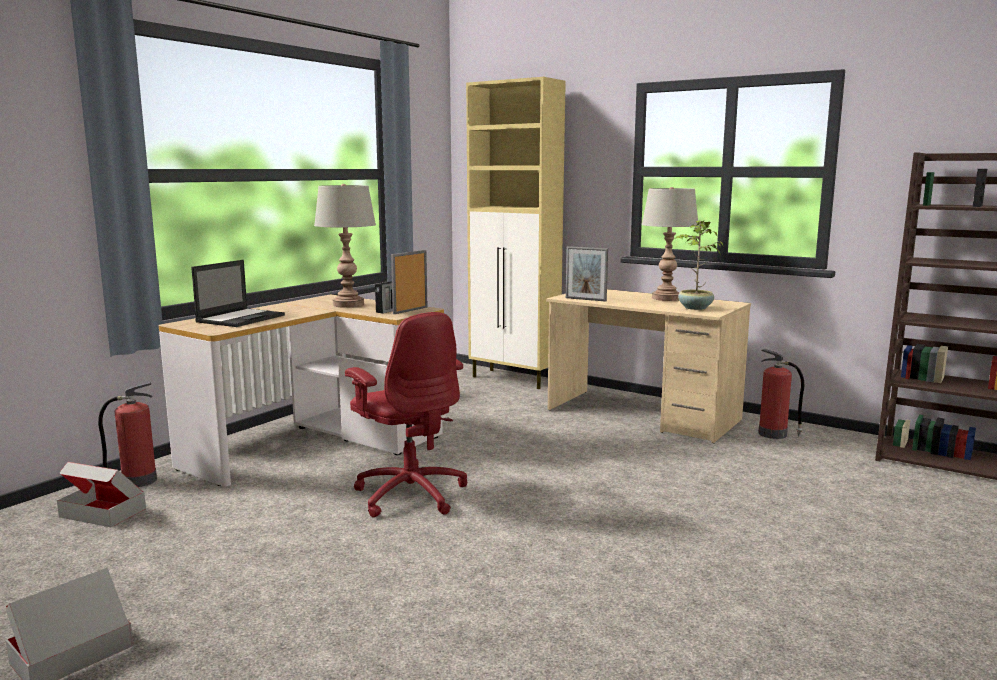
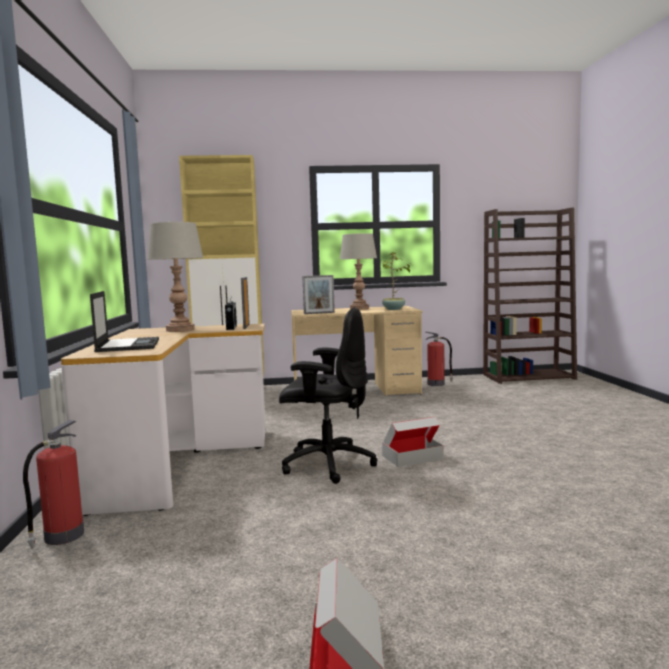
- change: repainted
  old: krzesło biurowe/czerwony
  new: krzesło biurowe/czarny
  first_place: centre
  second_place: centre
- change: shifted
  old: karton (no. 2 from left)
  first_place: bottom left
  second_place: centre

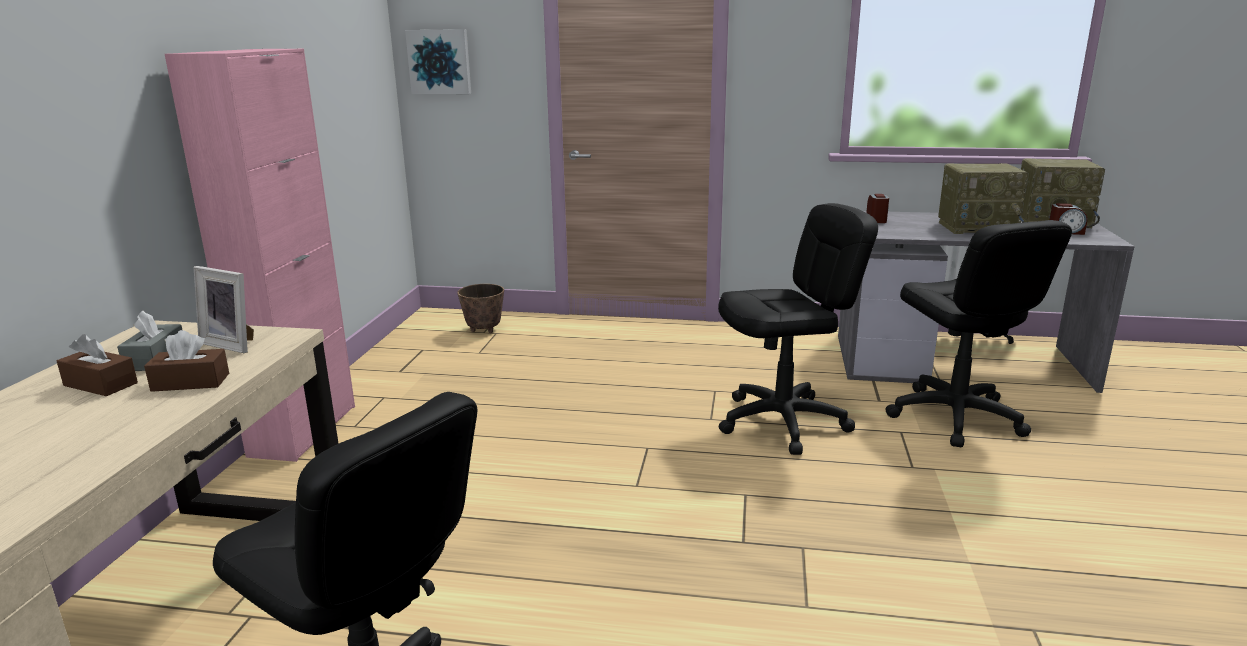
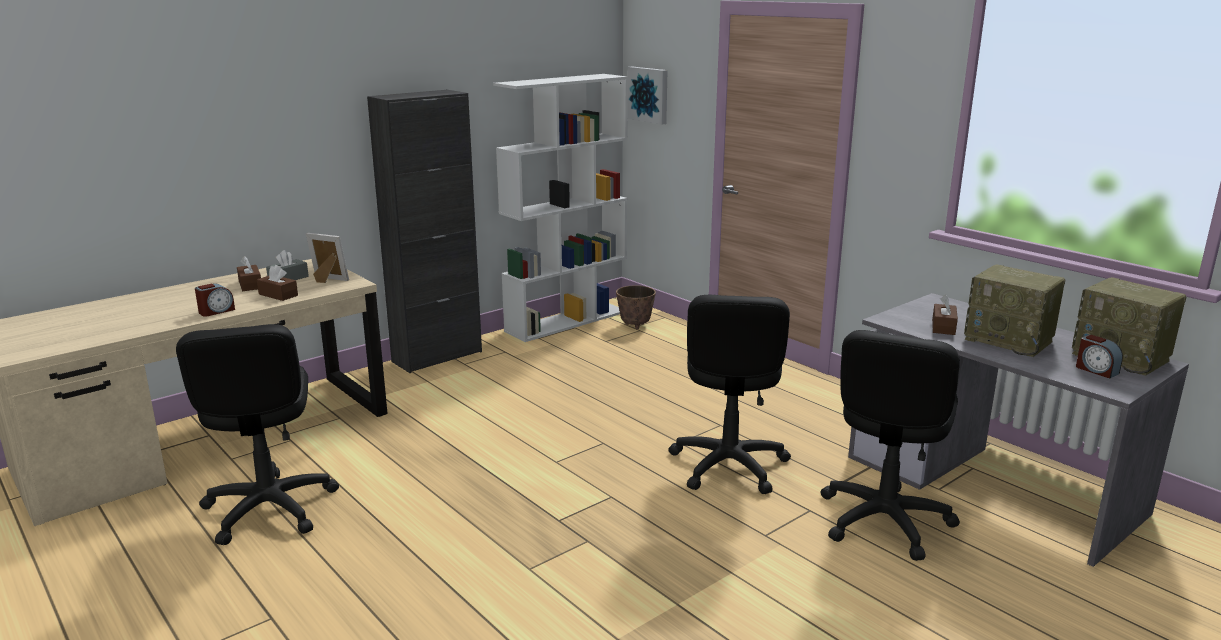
- change: repainted
  old: szafka/różowy
  new: szafka/czarny
  first_place: middle left
  second_place: centre
- change: shifted
  old: budzik (no. 1 from left)
  first_place: top right
  second_place: middle left
- change: rotated
  old: krzesło biurowe/czarny (no. 2 from left)
  first_place: centre
  second_place: centre
  degrees: 75
- change: rotated
  old: ramka na zdjęcie
  first_place: middle left
  second_place: middle left
  degrees: 135
- change: new
  new: regał/biały
  second_place: top centre
- change: new
  new: pudełko chusteczek/brązowy (no. 3 from left)
  second_place: middle right

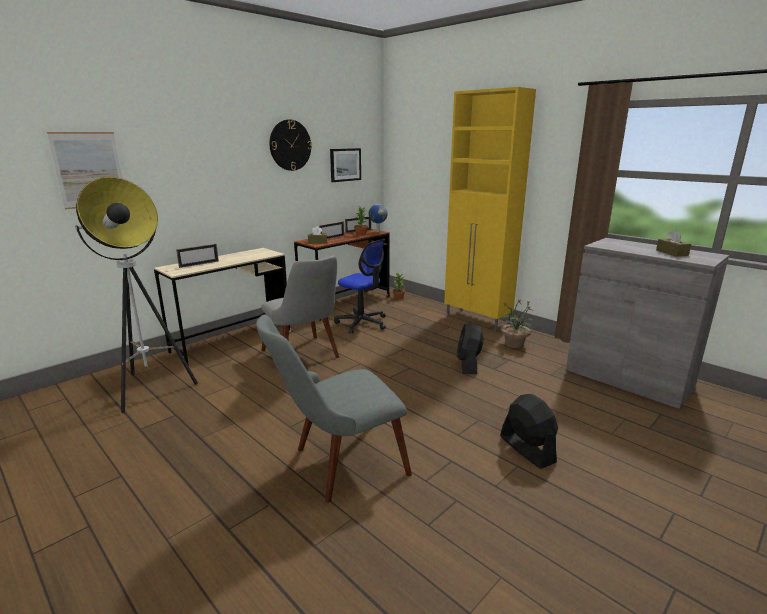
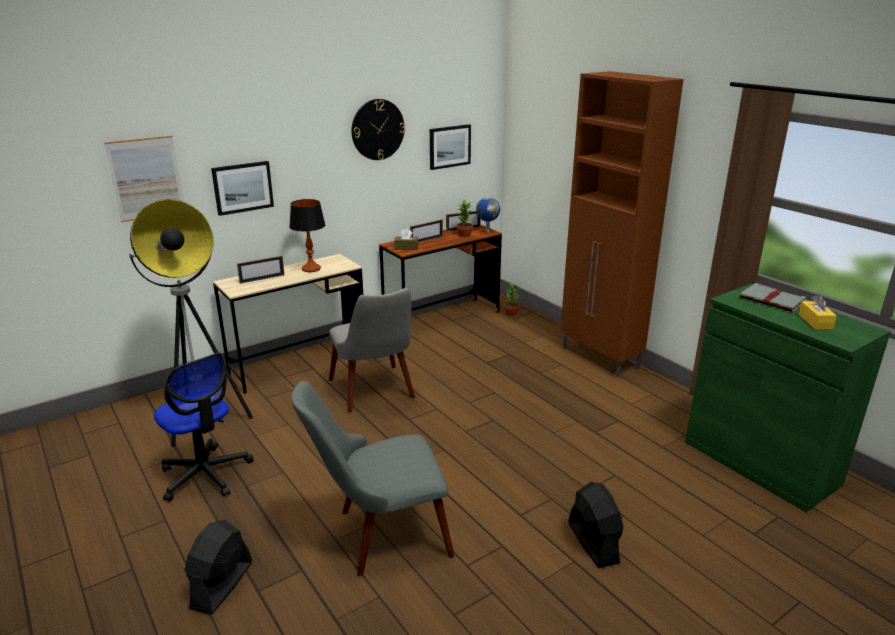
- change: repainted
  old: szafka/żółty
  new: szafka/brązowy
  first_place: centre
  second_place: middle right
- change: repainted
  old: pudełko chusteczek/brązowy (no. 2 from left)
  new: pudełko chusteczek/żółty
  first_place: middle right
  second_place: middle right
- change: repainted
  old: szafka/szary
  new: szafka/zielony
  first_place: middle right
  second_place: middle right
- change: shifted
  old: krzesło biurowe
  first_place: centre
  second_place: bottom left
- change: gone
  old: roślina doniczkowa (no. 3 from left)
  first_place: middle right
- change: shifted
  old: wentylator/czarny (no. 1 from left)
  first_place: centre
  second_place: bottom left
- change: new
  new: obraz (no. 2 from left)
  second_place: top left
- change: new
  new: lampa stołowa
  second_place: centre
- change: new
  new: książka/szary
  second_place: middle right

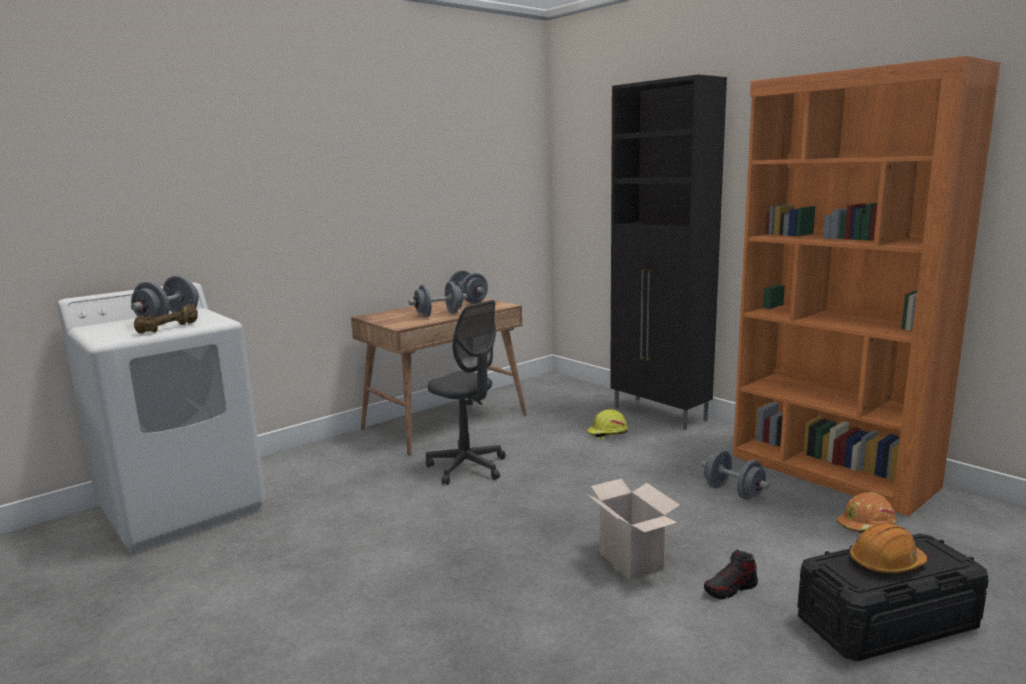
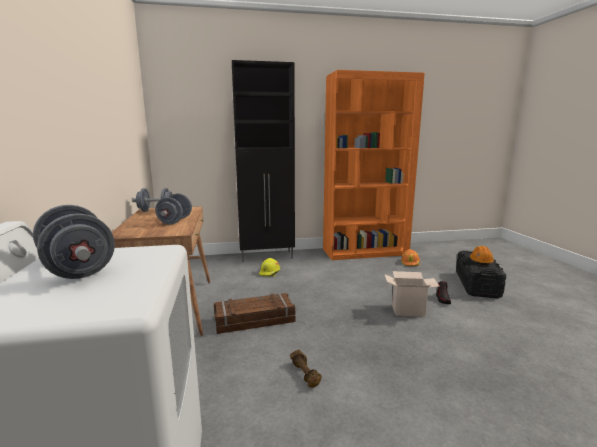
- change: swapped
  old: krzesło biurowe/szary
  new: skrzynka
  first_place: centre
  second_place: bottom centre
- change: shifted
  old: hantel/brązowy
  first_place: middle left
  second_place: bottom centre
- change: gone
  old: hantel/szary (no. 4 from left)
  first_place: bottom right

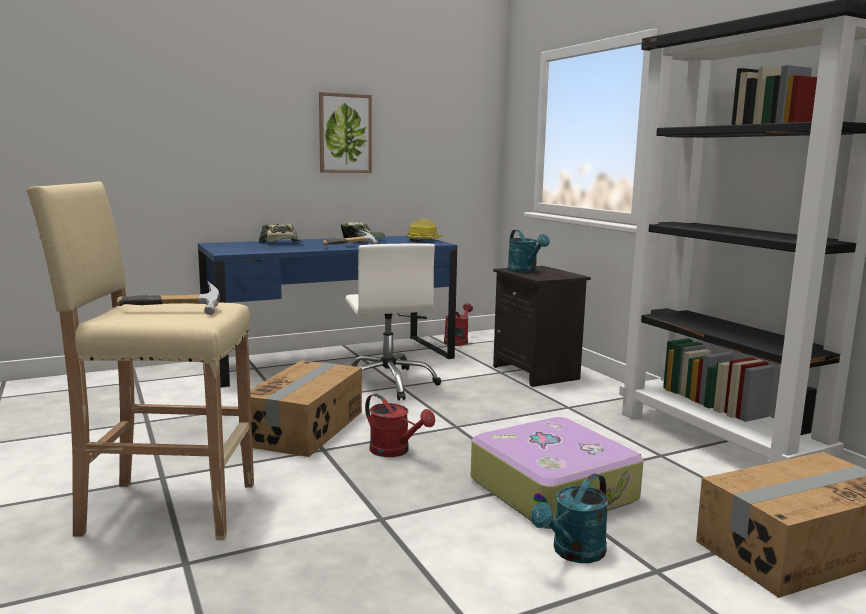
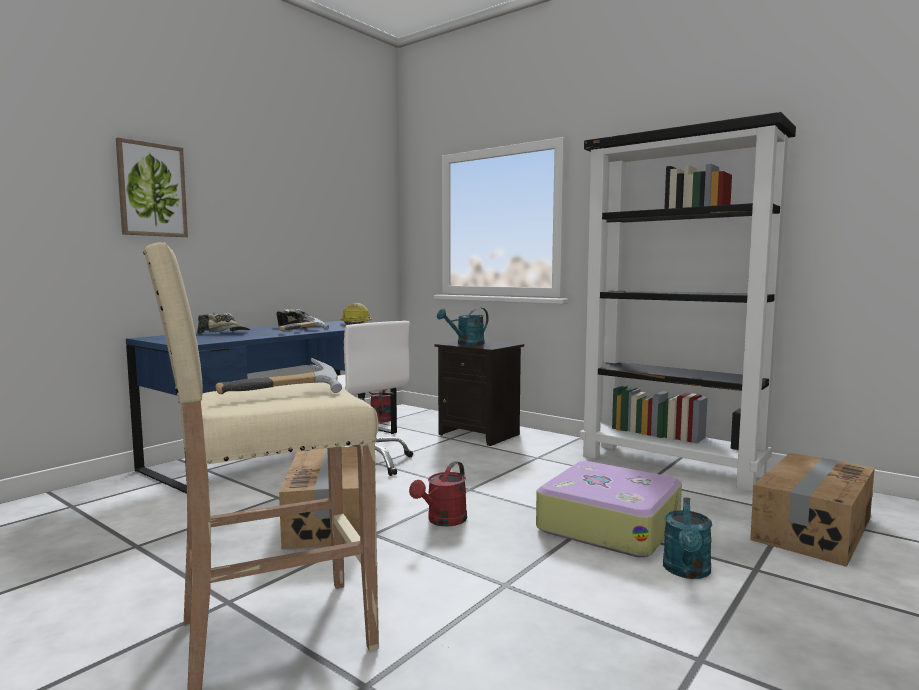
- change: shifted
  old: obraz
  first_place: top centre
  second_place: top left
- change: rotated
  old: konewka/turkusowy (no. 1 from left)
  first_place: centre
  second_place: centre
  degrees: 105
- change: rotated
  old: konewka/czerwony (no. 1 from left in the first image)
  first_place: bottom centre
  second_place: bottom centre
  degrees: 105

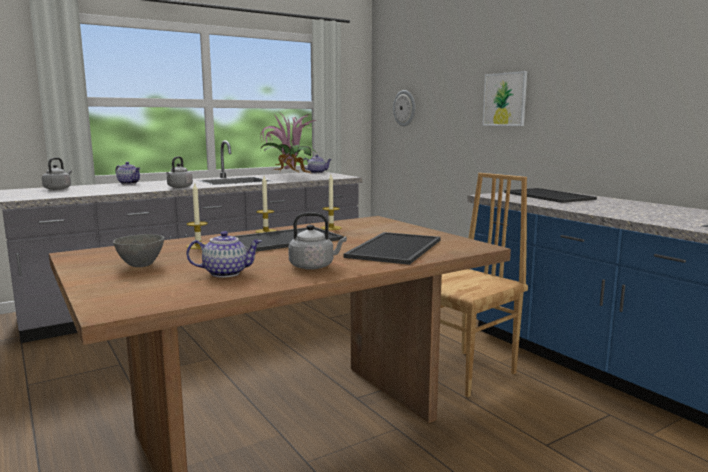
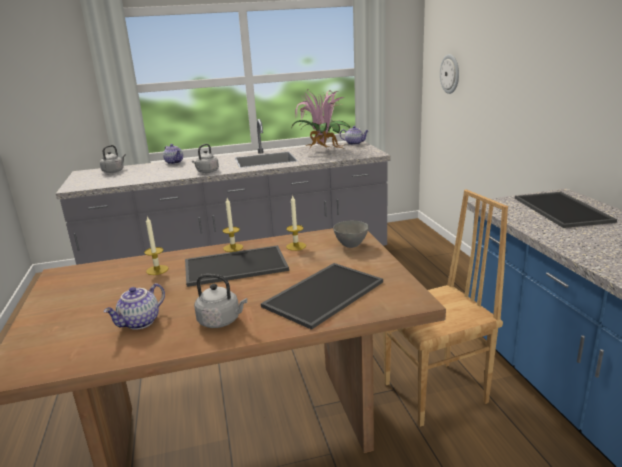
- change: gone
  old: obraz
  first_place: top right
- change: rotated
  old: imbryk (no. 2 from left in the first image)
  first_place: middle left
  second_place: middle left
  degrees: 120
- change: shifted
  old: miska/szary
  first_place: middle left
  second_place: centre

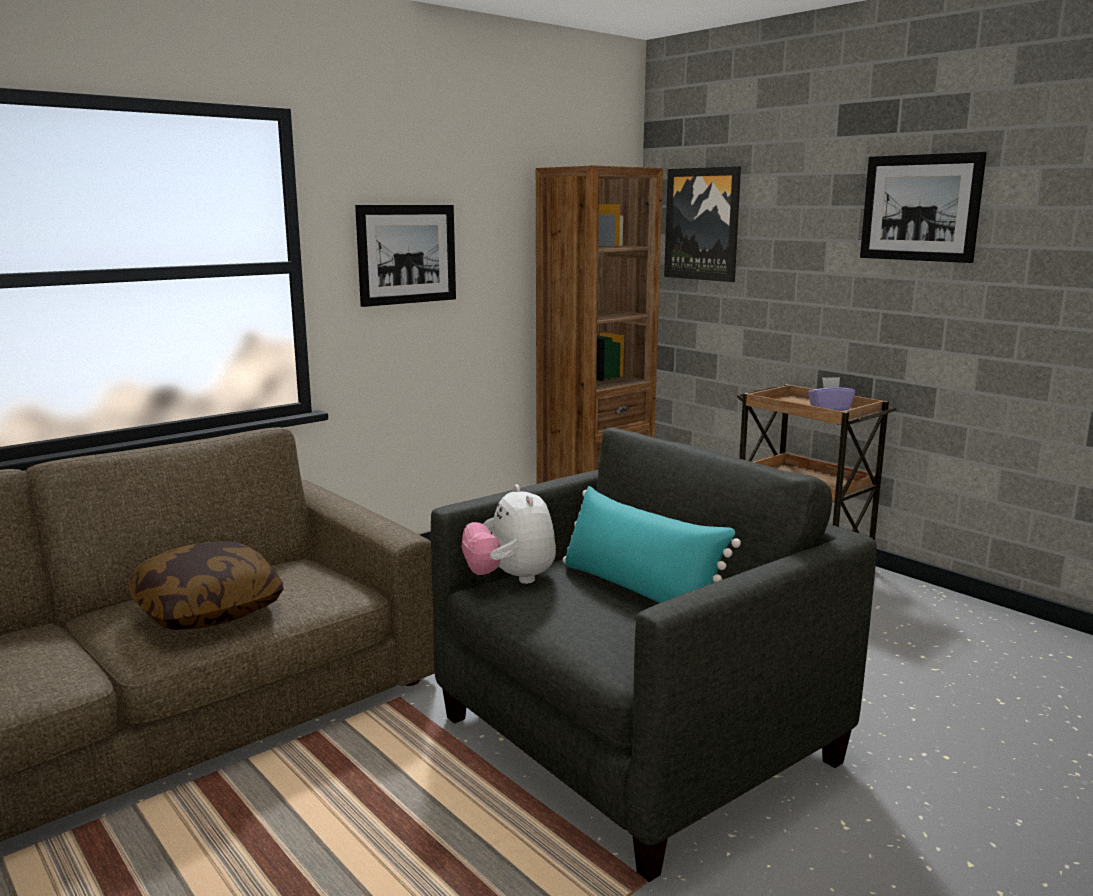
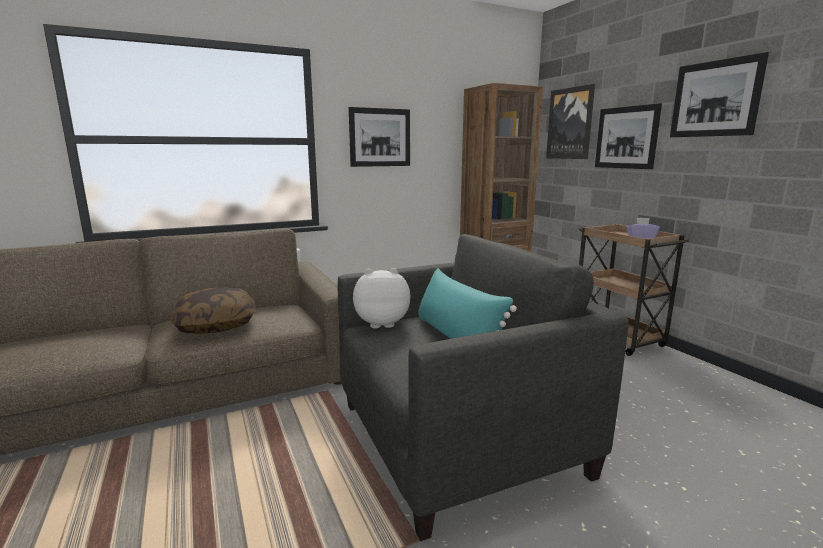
- change: rotated
  old: pluszak
  first_place: centre
  second_place: centre
  degrees: 90
- change: new
  new: obraz (no. 3 from left)
  second_place: top right

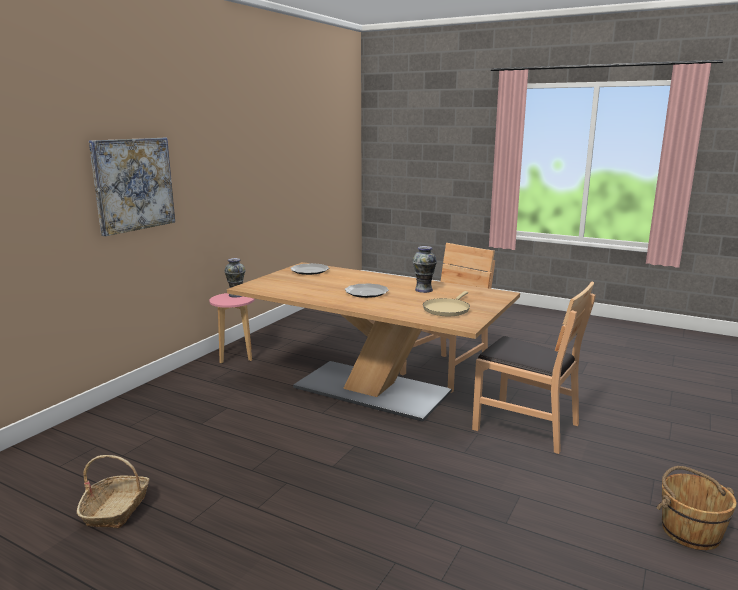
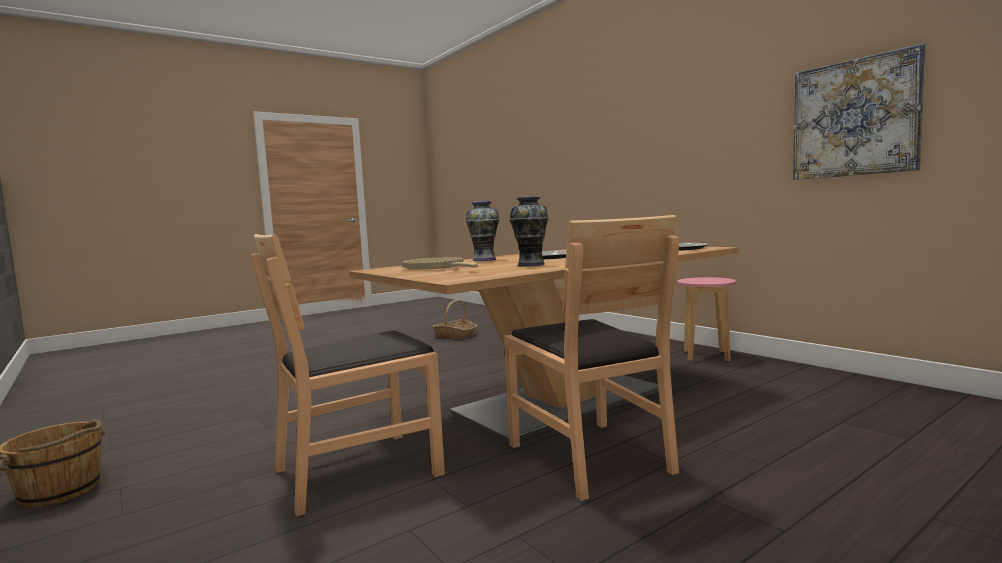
- change: shifted
  old: obraz
  first_place: top left
  second_place: top right
- change: shifted
  old: wazon (no. 1 from left)
  first_place: middle left
  second_place: centre

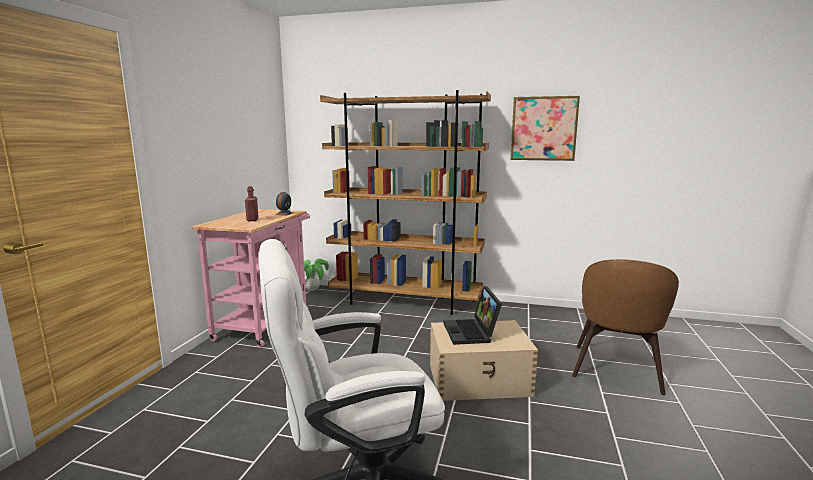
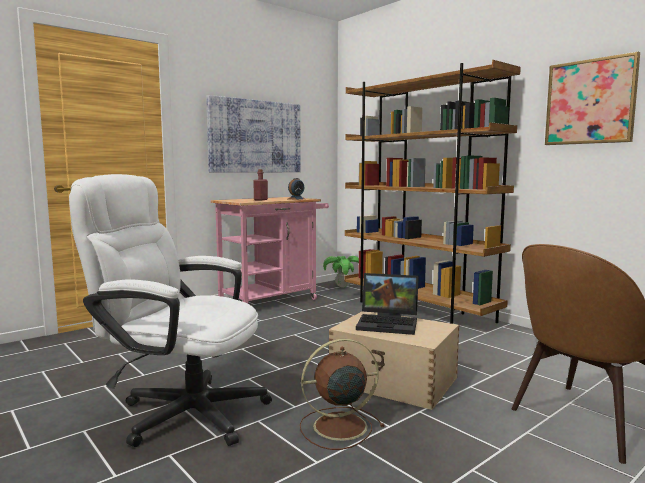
- change: rotated
  old: laptop
  first_place: centre
  second_place: centre
  degrees: -105
- change: new
  new: obraz (no. 1 from left)
  second_place: top centre
- change: new
  new: wentylator/brązowy
  second_place: bottom centre

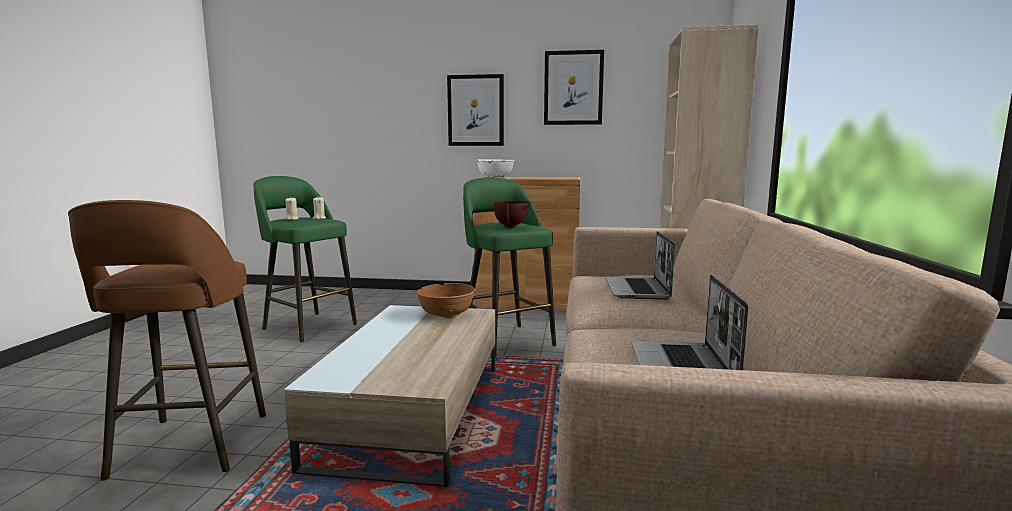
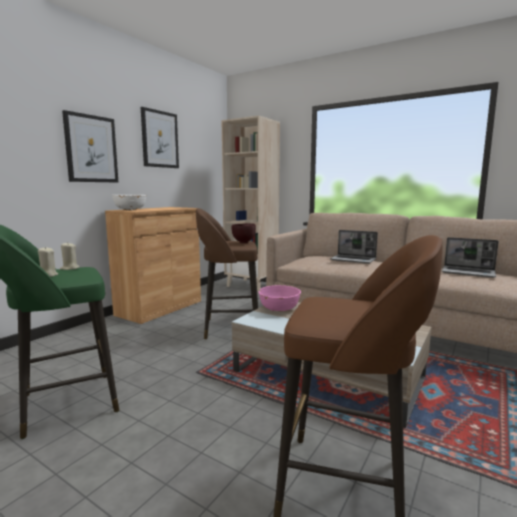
- change: repainted
  old: stołek/zielony (no. 2 from left)
  new: stołek/brązowy (no. 1 from left)
  first_place: centre
  second_place: centre
- change: repainted
  old: miska/brązowy (no. 1 from left)
  new: miska/różowy
  first_place: centre
  second_place: centre

